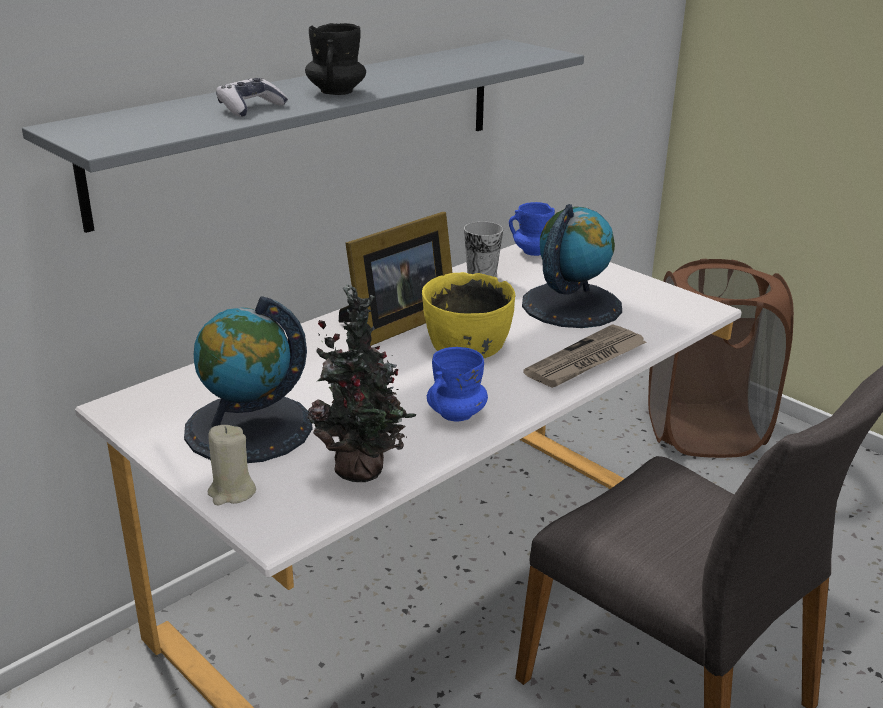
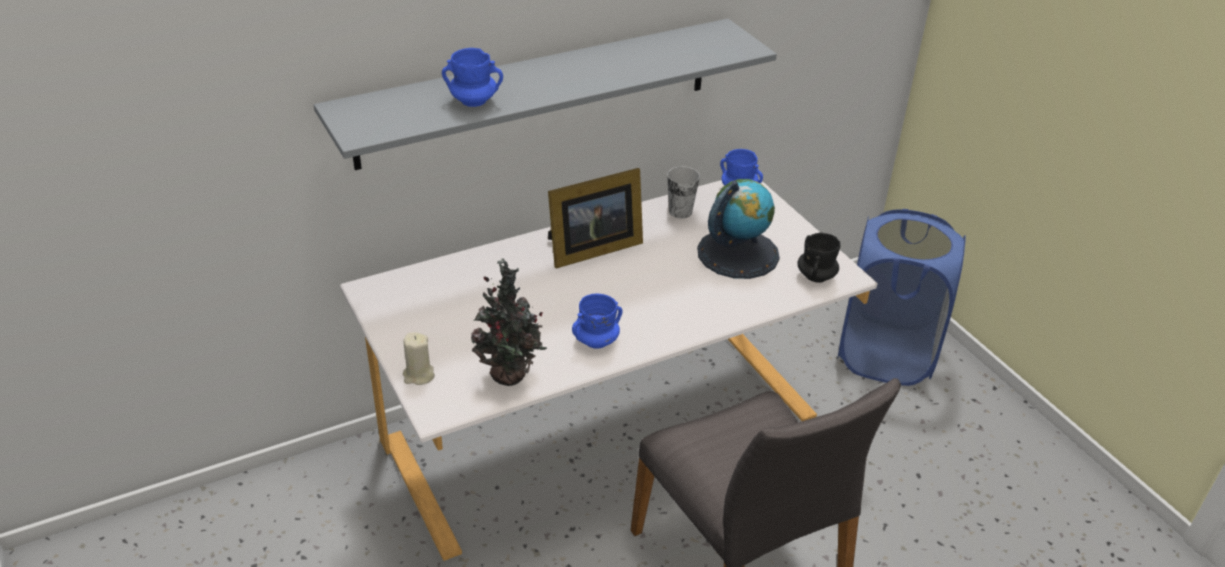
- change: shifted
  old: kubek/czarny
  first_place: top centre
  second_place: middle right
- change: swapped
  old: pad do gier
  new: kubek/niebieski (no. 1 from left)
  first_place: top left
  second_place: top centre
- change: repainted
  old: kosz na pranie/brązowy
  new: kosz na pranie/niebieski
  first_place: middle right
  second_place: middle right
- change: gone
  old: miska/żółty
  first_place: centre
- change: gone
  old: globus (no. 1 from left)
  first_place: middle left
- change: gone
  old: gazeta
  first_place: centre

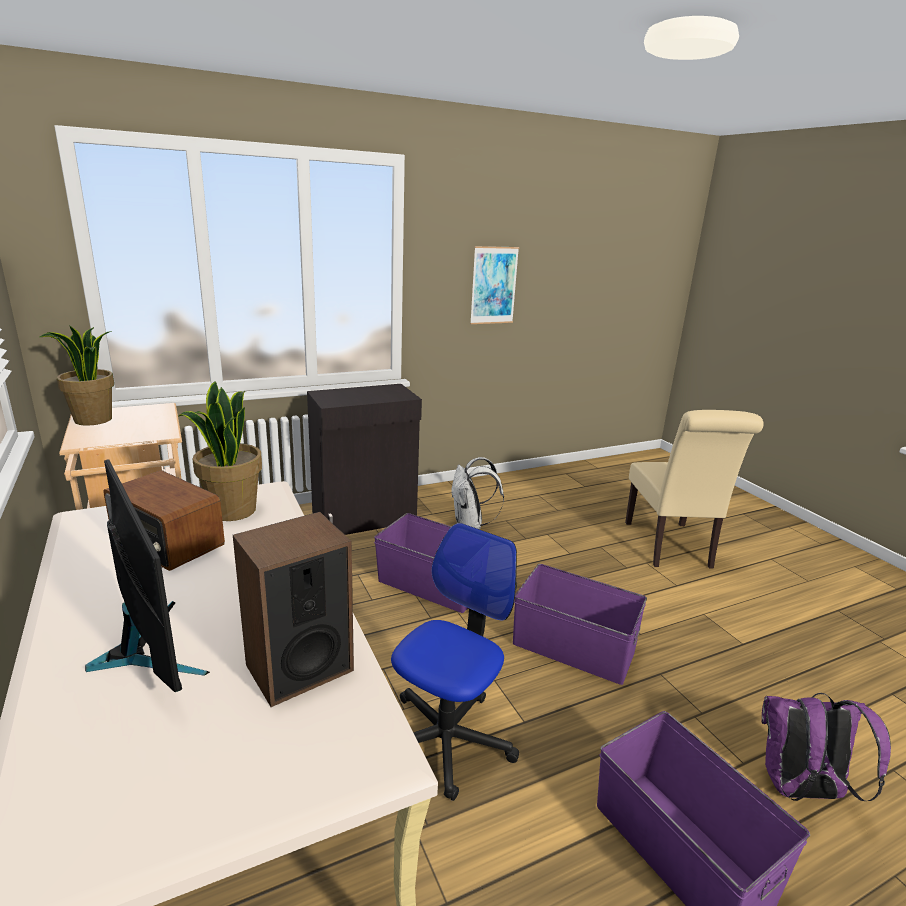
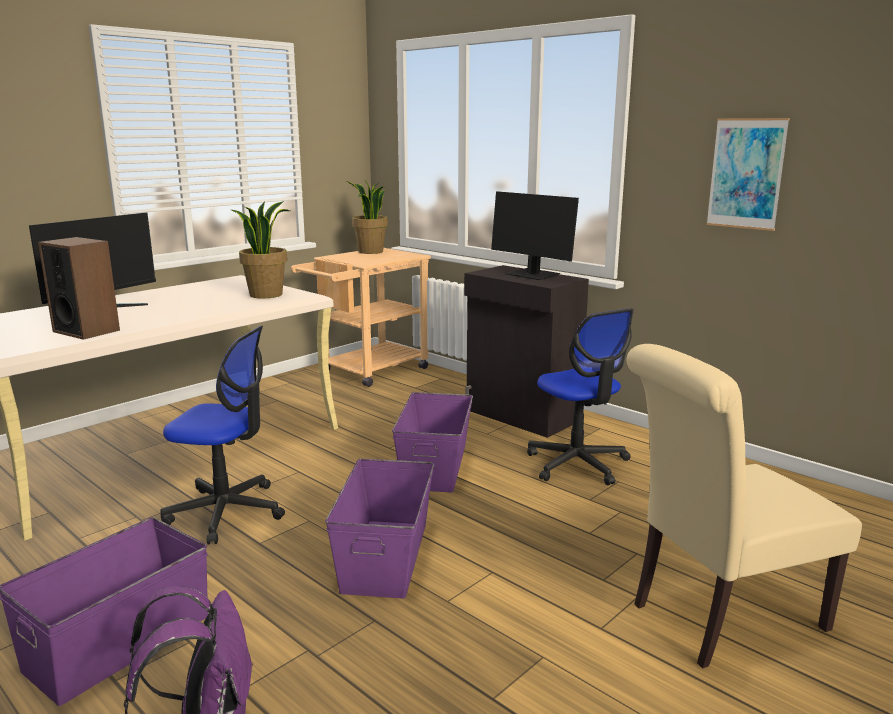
- change: swapped
  old: plecak/biały
  new: krzesło biurowe (no. 2 from left)
  first_place: centre
  second_place: centre
- change: gone
  old: radio
  first_place: middle left
- change: new
  new: monitor (no. 2 from left)
  second_place: top centre

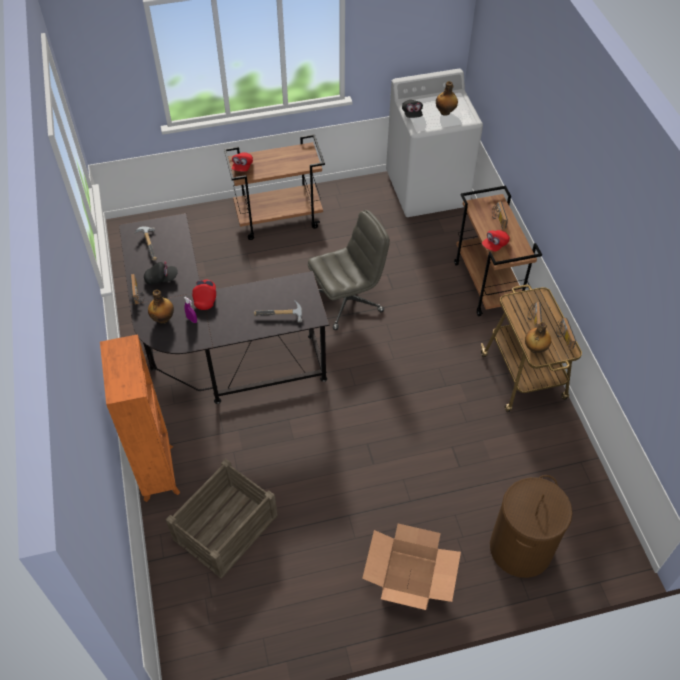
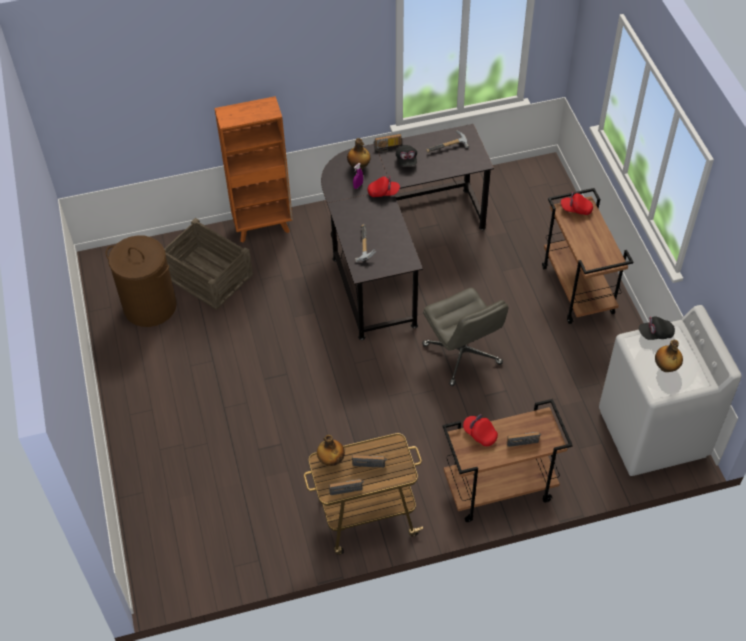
- change: shifted
  old: kosz na pranie/brązowy
  first_place: bottom right
  second_place: middle left
- change: gone
  old: karton
  first_place: bottom centre

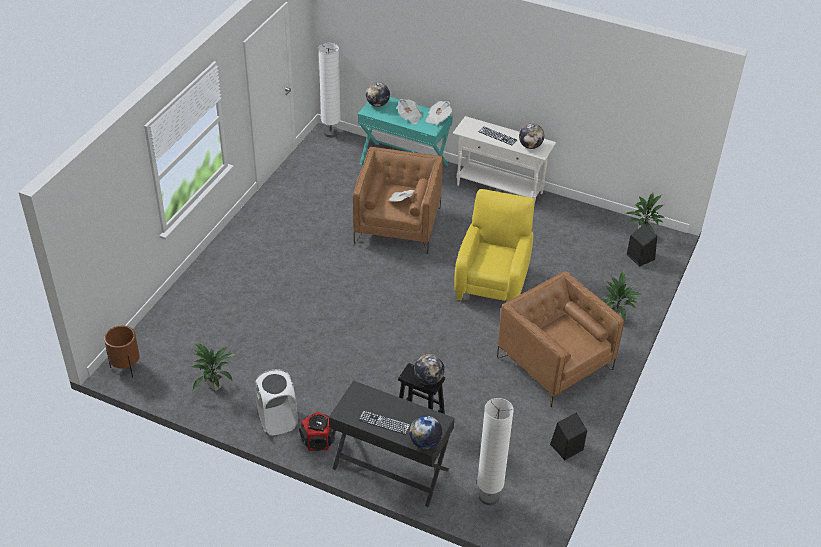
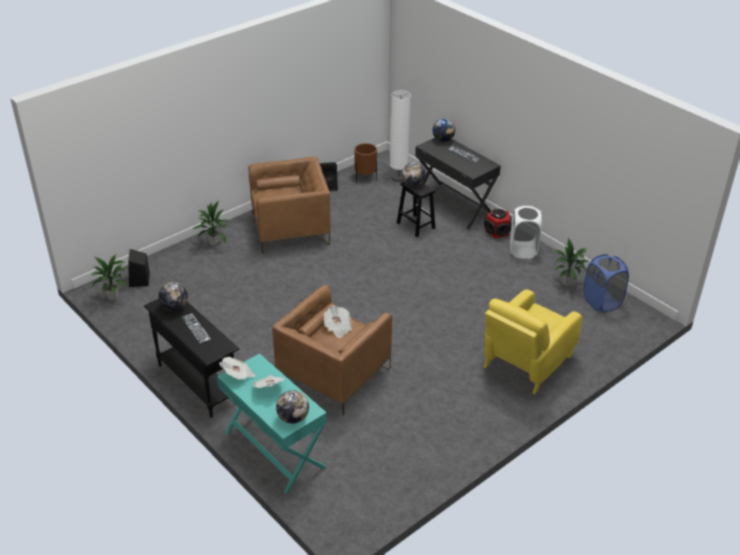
- change: gone
  old: lampa stojąca/biały (no. 1 from left)
  first_place: top centre
- change: repainted
  old: stolik konsolowy/biały
  new: stolik konsolowy/czarny
  first_place: top centre
  second_place: middle left
- change: shifted
  old: fotel/żółty
  first_place: centre
  second_place: middle right
- change: rotated
  old: fotel/brązowy (no. 2 from left in the first image)
  first_place: middle right
  second_place: centre
  degrees: -90
- change: shifted
  old: donica/brązowy
  first_place: middle left
  second_place: top centre
- change: new
  new: kosz na pranie/niebieski
  second_place: middle right

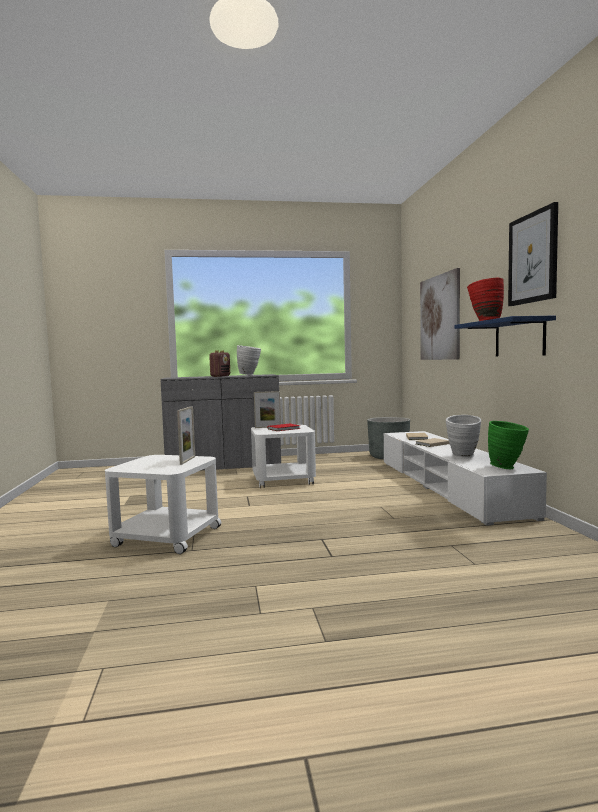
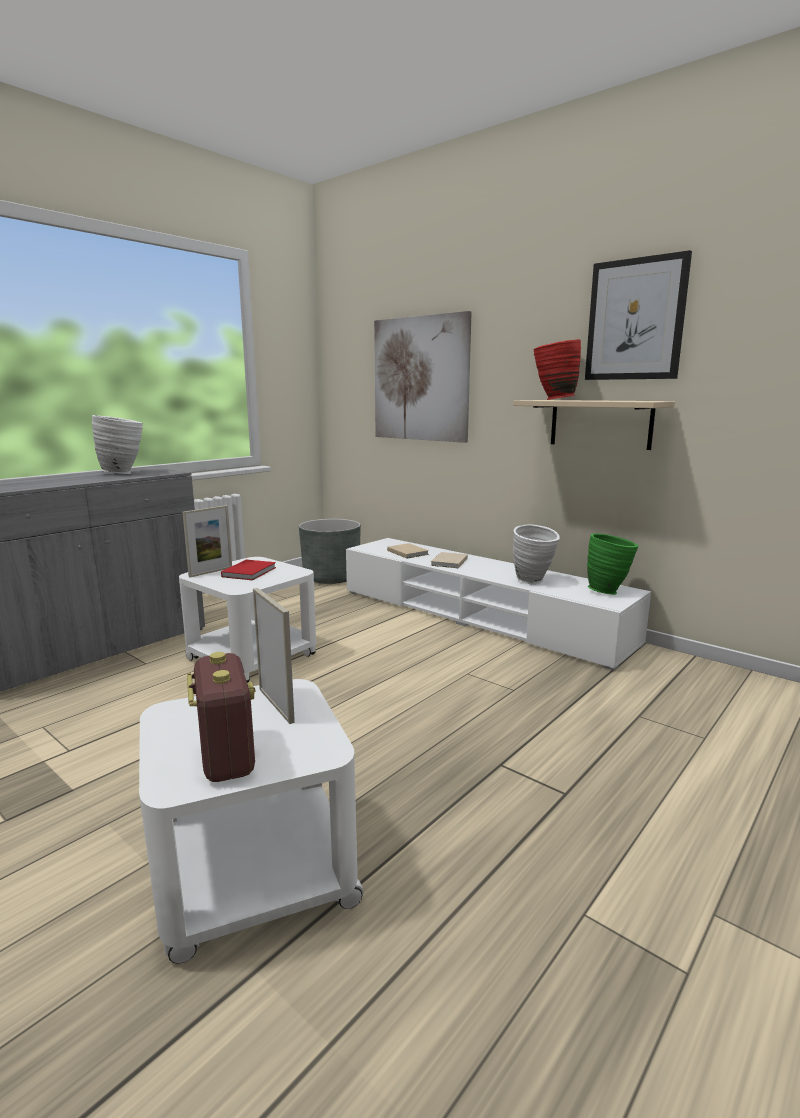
- change: repainted
  old: półka/niebieski
  new: półka/beżowy
  first_place: middle right
  second_place: middle right
- change: shifted
  old: radio
  first_place: centre
  second_place: middle left

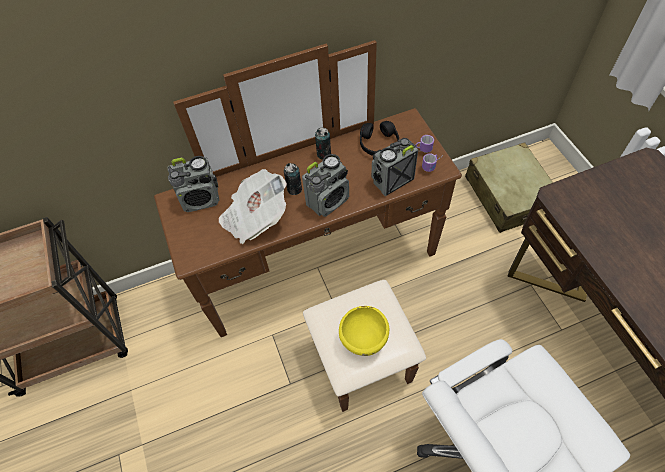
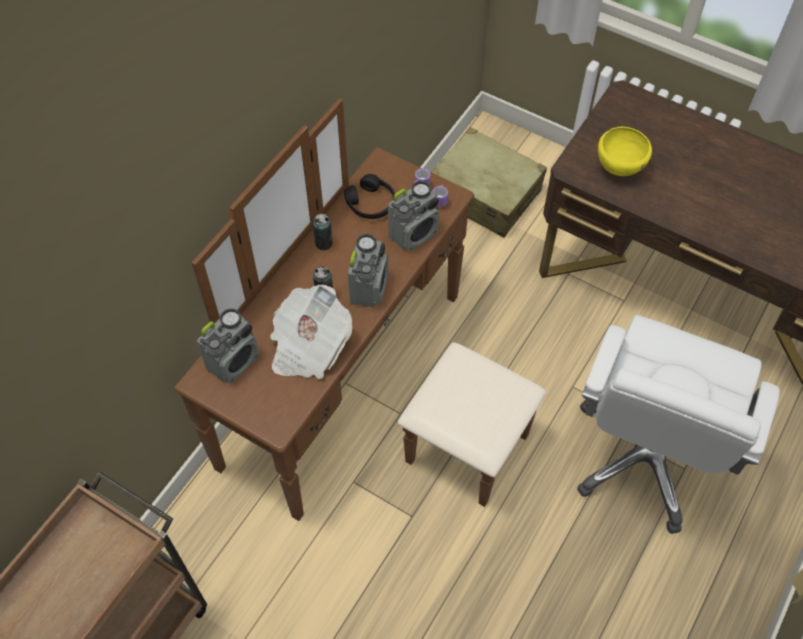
- change: rotated
  old: radio (no. 3 from left)
  first_place: centre
  second_place: centre
  degrees: -150
- change: shifted
  old: miska/żółty
  first_place: bottom centre
  second_place: top right

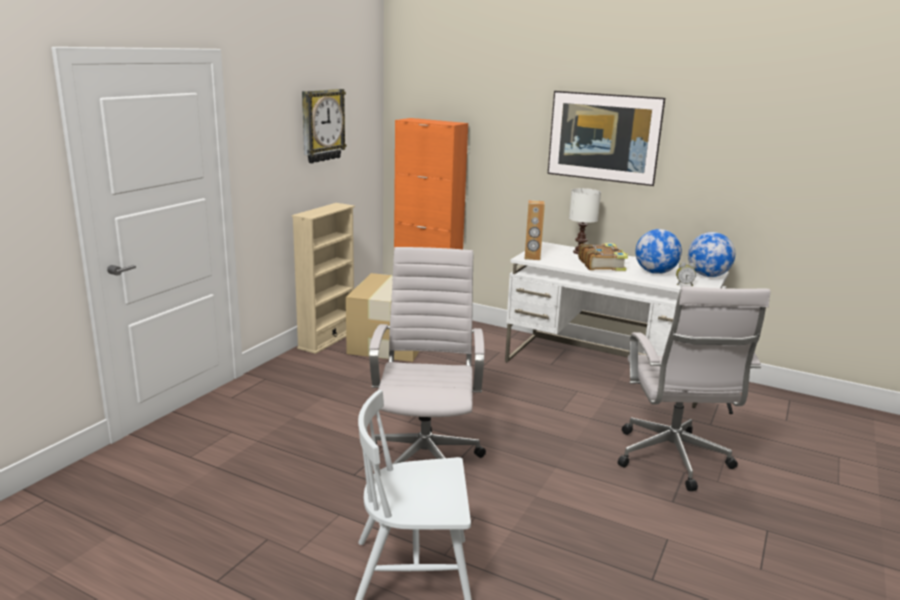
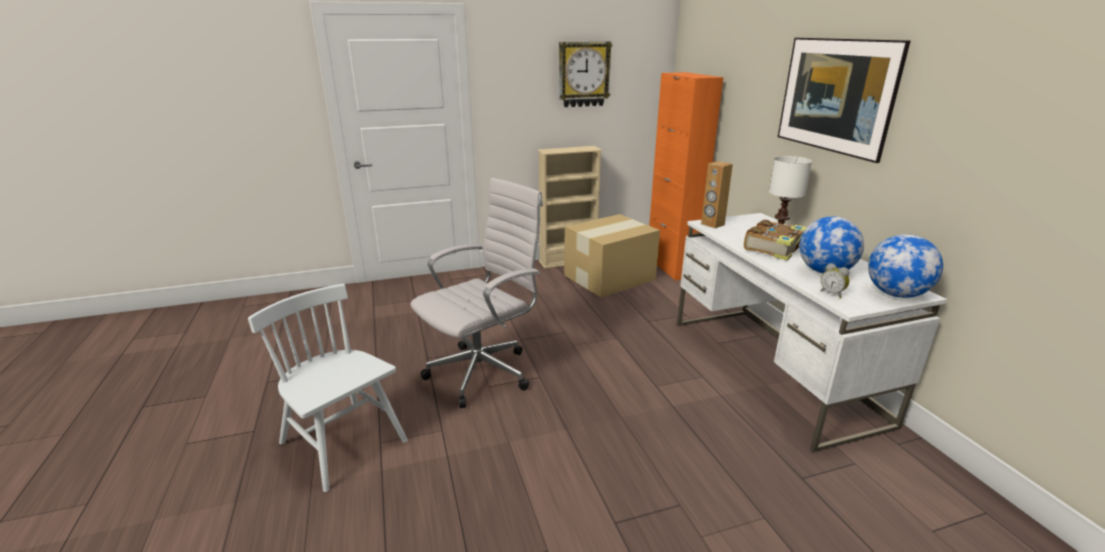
- change: gone
  old: krzesło biurowe/biały (no. 2 from left)
  first_place: middle right

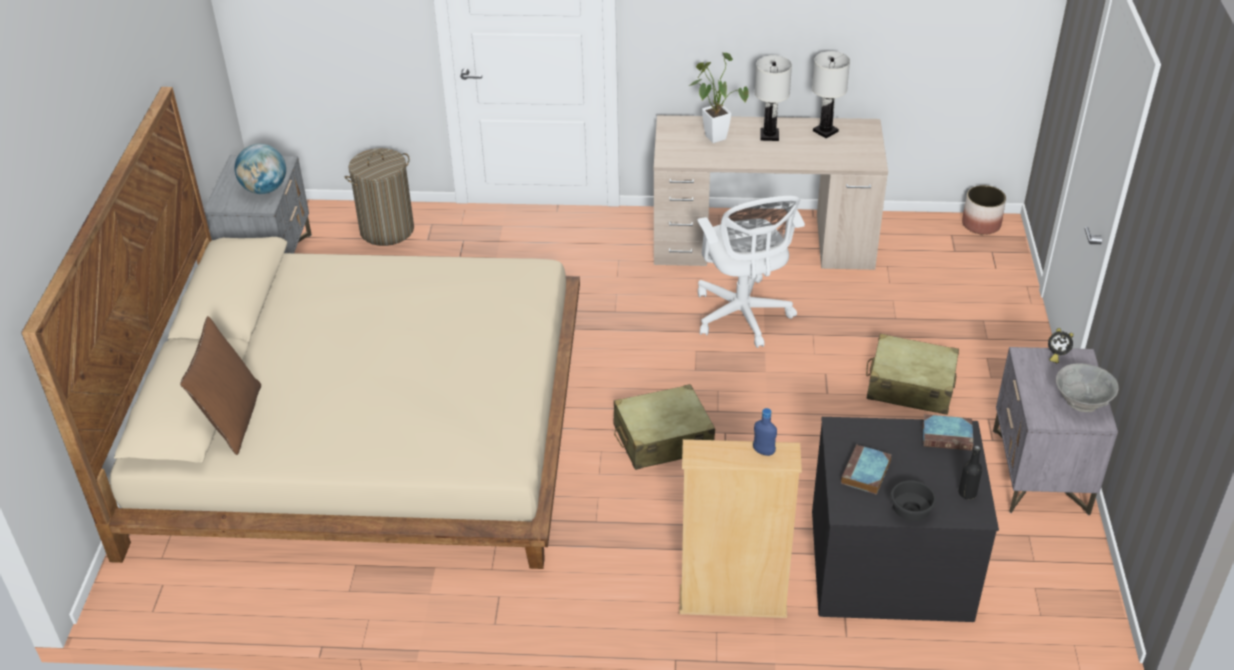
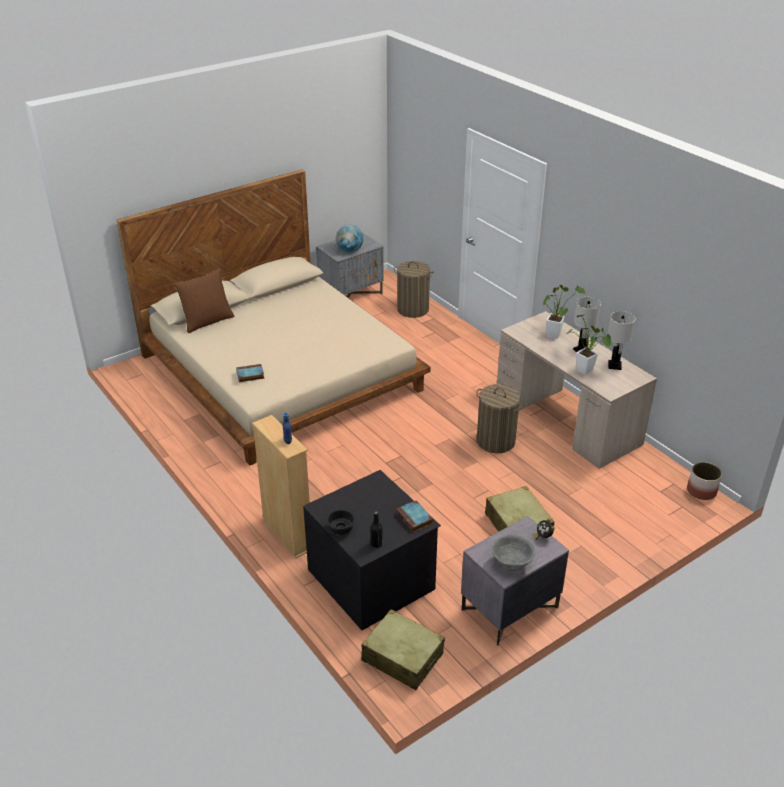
- change: swapped
  old: krzesło biurowe/biały
  new: kosz na pranie (no. 2 from left)
  first_place: centre
  second_place: centre
- change: shifted
  old: walizka/beżowy (no. 1 from left)
  first_place: centre
  second_place: bottom centre
- change: shifted
  old: książka (no. 1 from left)
  first_place: bottom right
  second_place: middle left
- change: new
  new: roślina doniczkowa (no. 2 from left)
  second_place: middle right

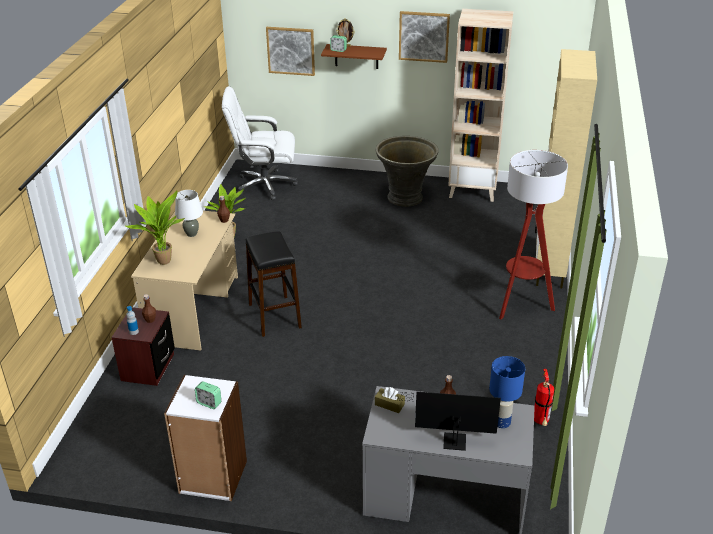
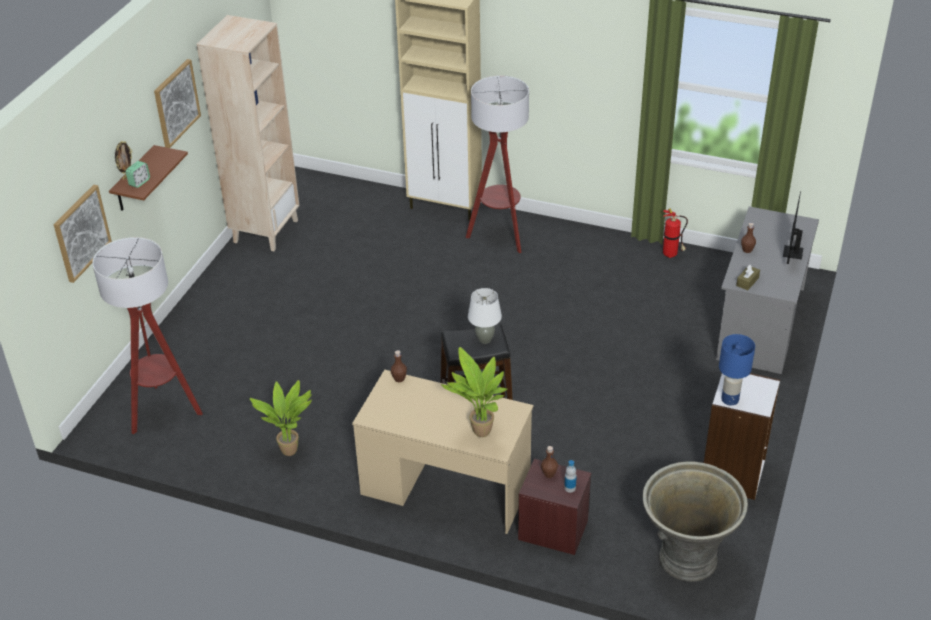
- change: swapped
  old: krzesło biurowe/biały
  new: lampa stojąca (no. 1 from left)
  first_place: top centre
  second_place: middle left
- change: shifted
  old: donica/szary
  first_place: top centre
  second_place: bottom right
- change: shifted
  old: lampa stołowa/biały
  first_place: middle left
  second_place: centre
- change: shifted
  old: lampa stołowa/niebieski
  first_place: bottom right
  second_place: middle right
- change: gone
  old: budzik (no. 1 from left)
  first_place: bottom left

